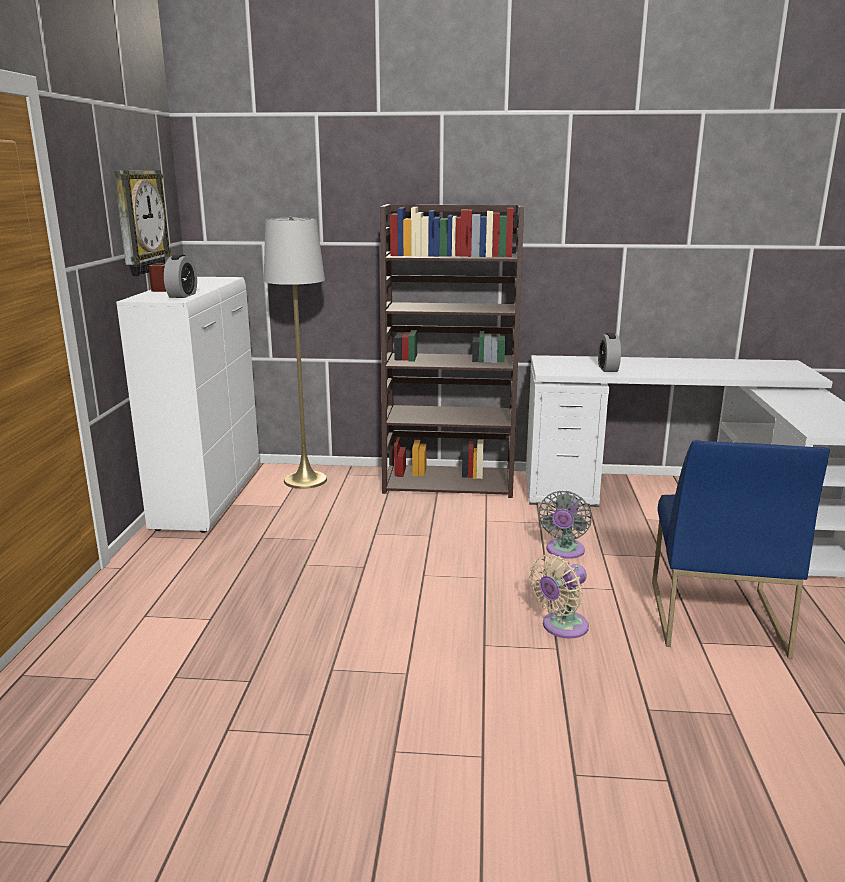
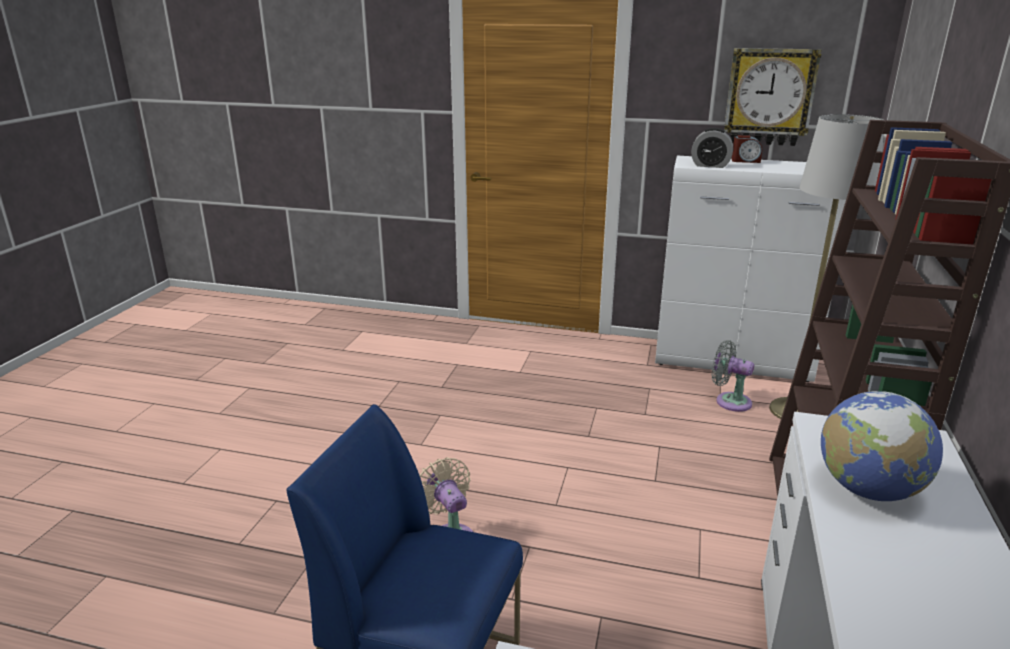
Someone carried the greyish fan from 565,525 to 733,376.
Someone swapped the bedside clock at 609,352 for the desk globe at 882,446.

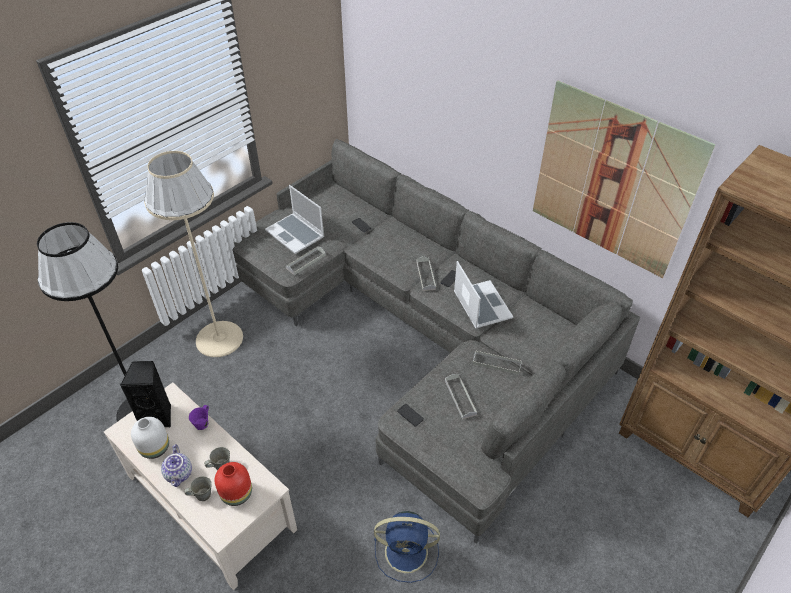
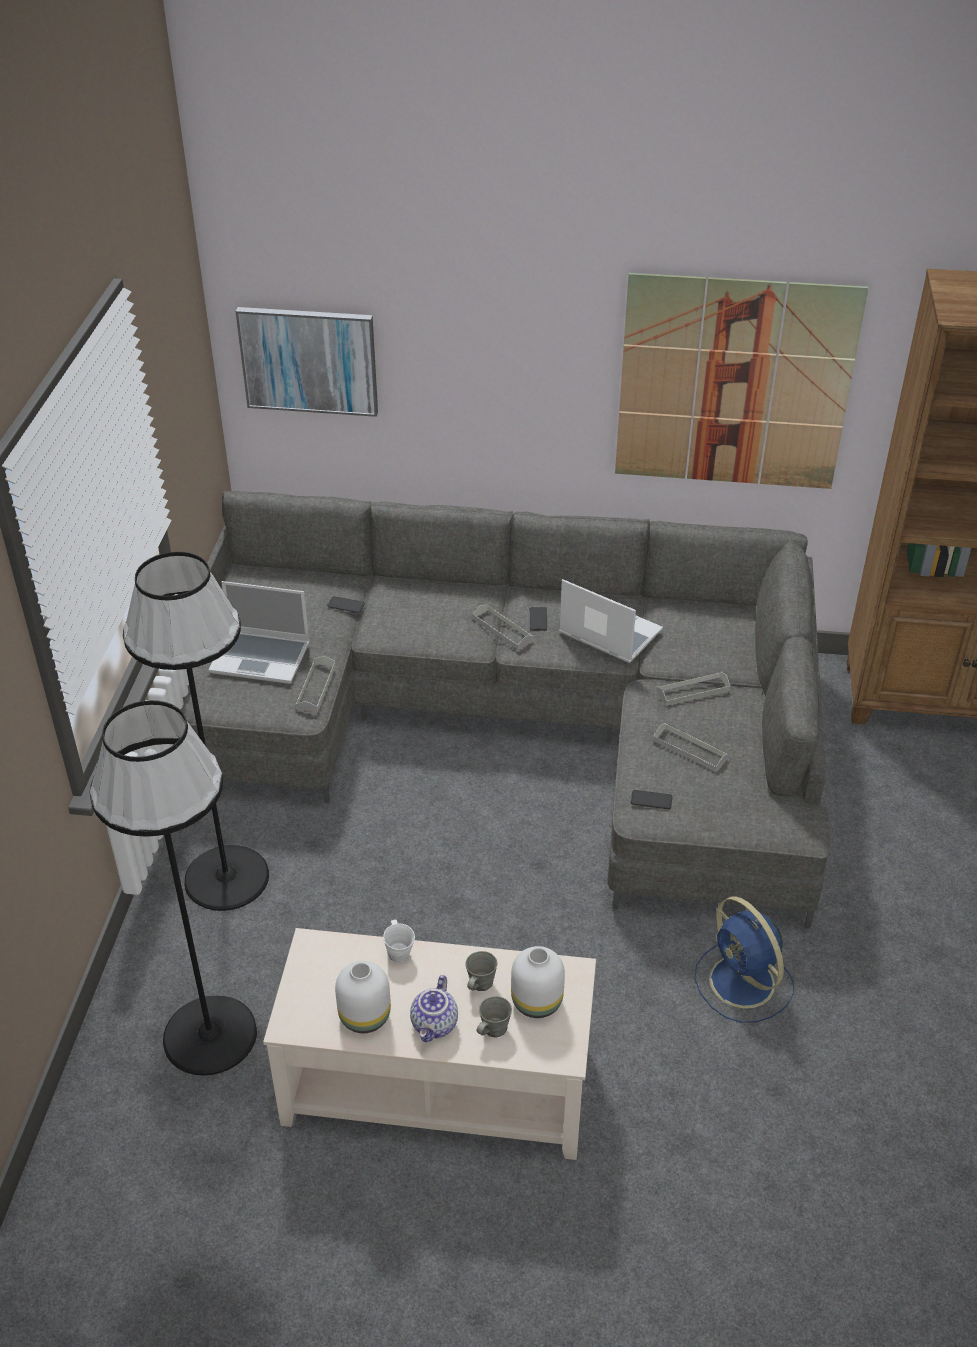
Someone took away the blackish audio speaker at 145,394.
Someone repainted the beige standing lamp at 193,254, which became the blackish standing lamp at 196,731.
Someone rotated the teapot at 176,465 by 60 degrees clockwise.
Someone repainted the purplish tea mug at 199,417, which became the white-coloured tea mug at 399,940.
Someone repainted the red decorative vase at 233,484, which became the white-coloured decorative vase at 538,982.
Someone rotated the blue fan at 407,547 by 90 degrees clockwise.
Someone put up the picture at 307,362.

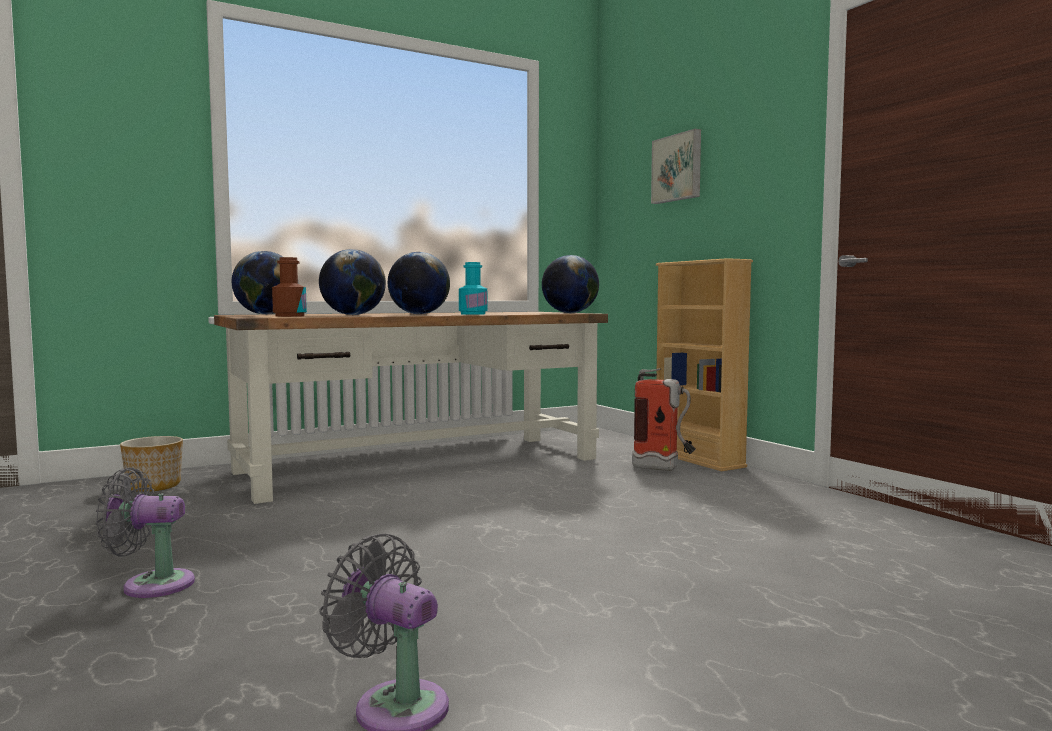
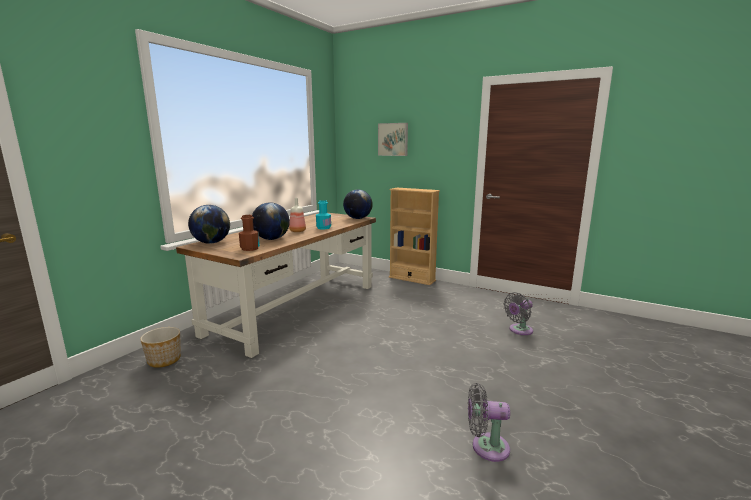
Someone carried the greyish fan from 145,533 to 518,313.
Someone swapped the desk globe at 419,283 for the drink bottle at 297,215.
Someone took away the fire-fighting cylinder at 664,419.

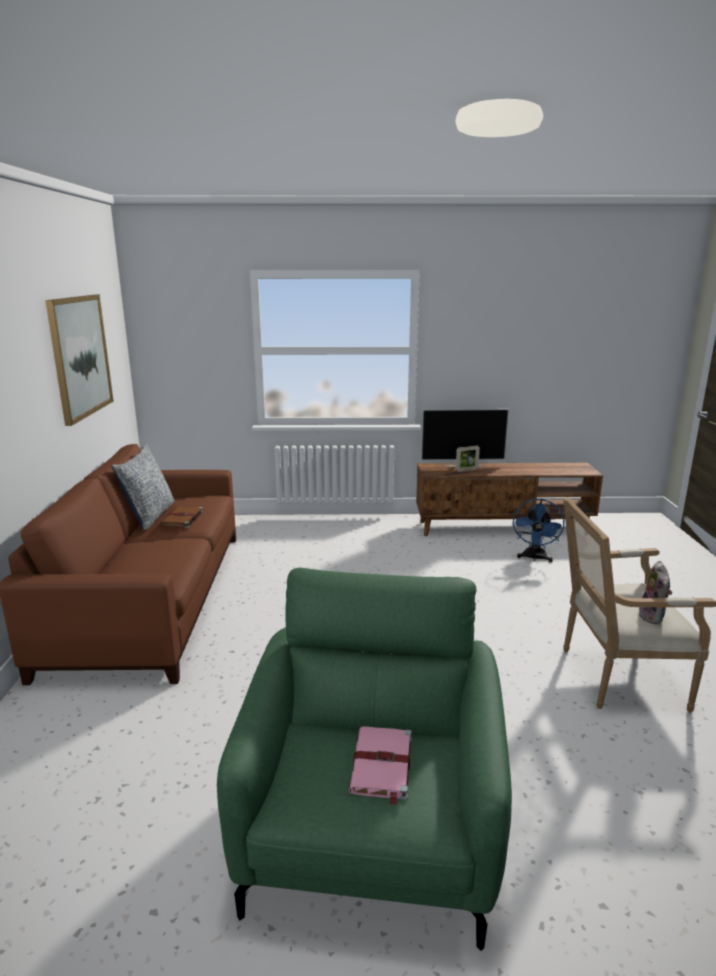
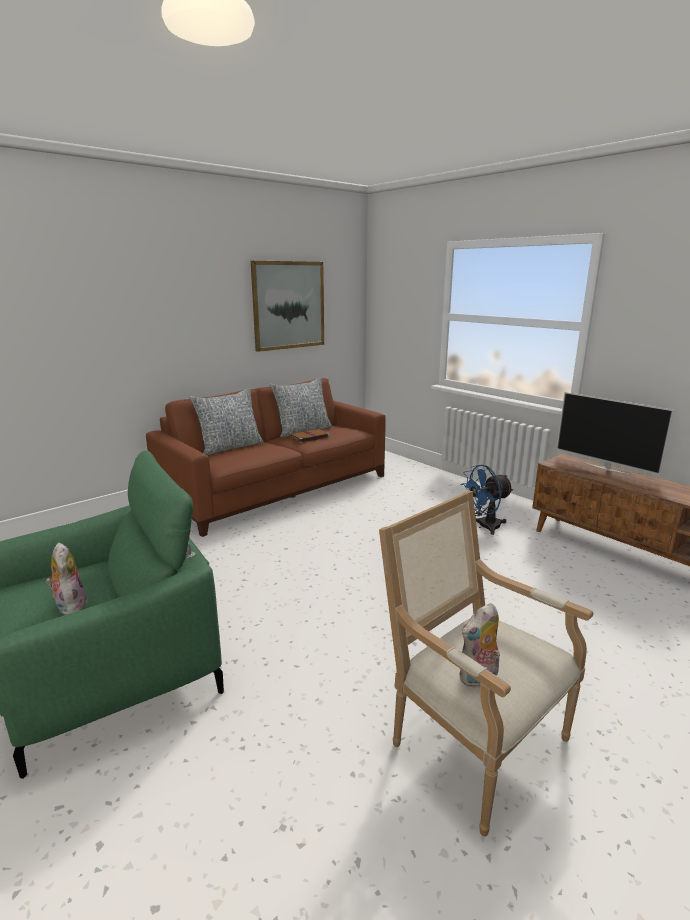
Someone swapped the pink bound book at 380,765 for the soft toy at 66,578.
Someone took away the standing frame at 468,459.
Someone carried the blue fan from 538,530 to 487,500.
Someone put down the throw pillow at 226,422.

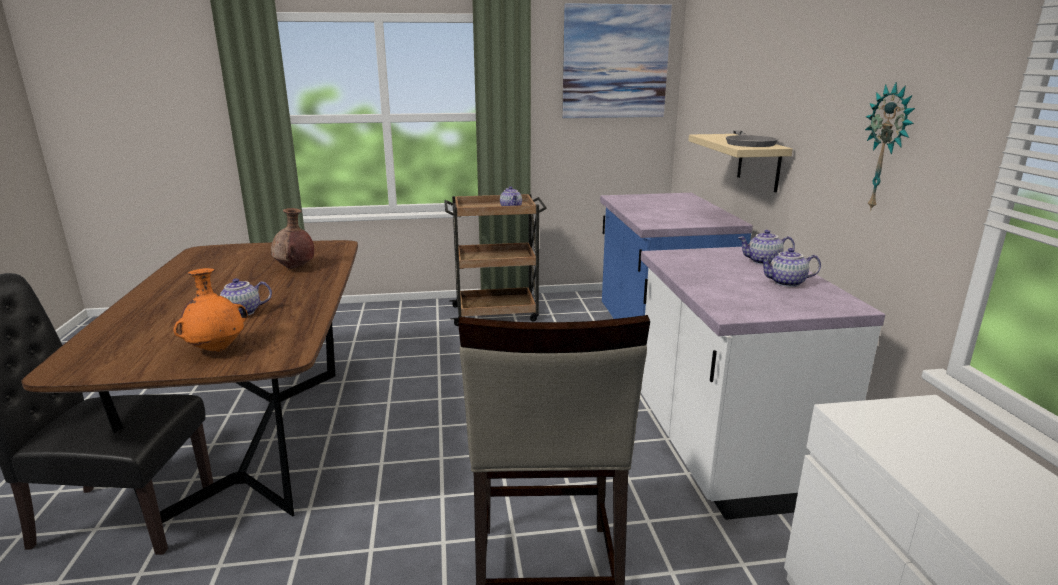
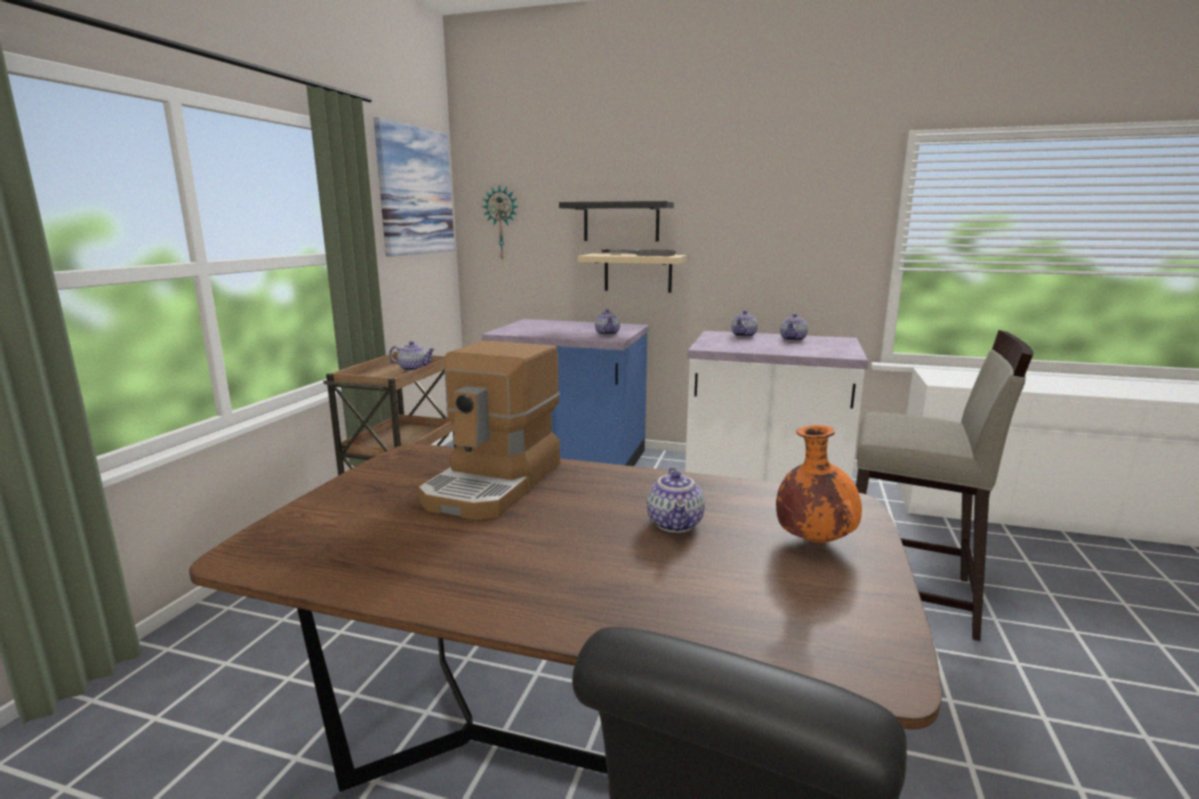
Someone swapped the brown-coloured decorative vase at 292,238 for the coffee machine at 489,430.
Someone carried the clock on the wall from 890,146 to 500,222.
Someone put up the blackish bracket shelf at 616,221.
Someone put down the teapot at 607,322.

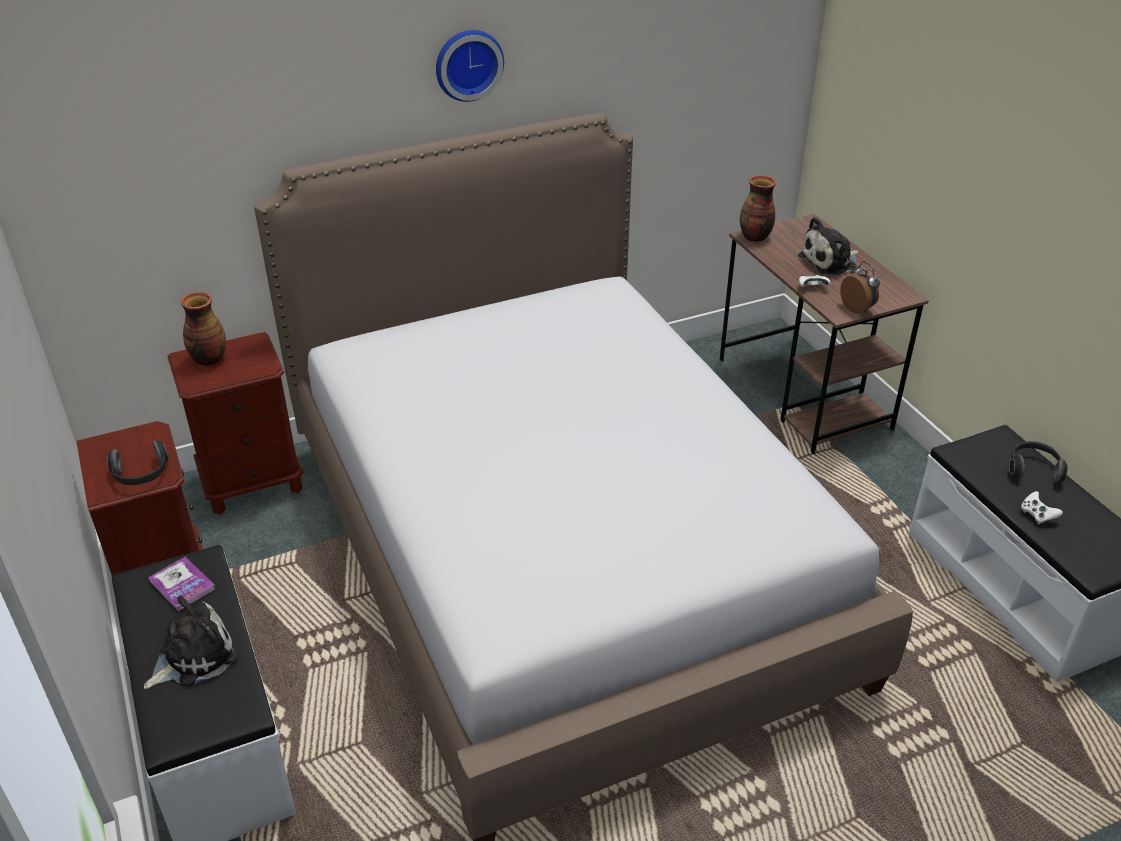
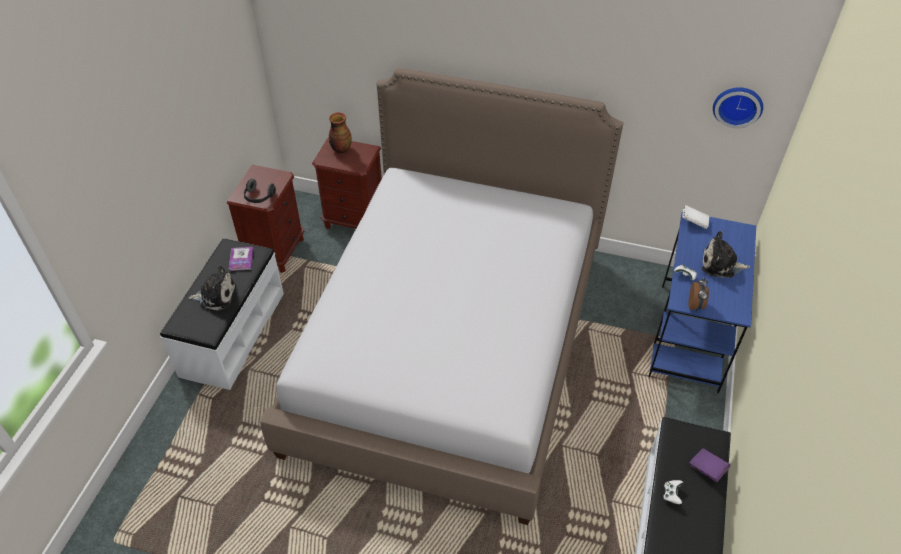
Someone carried the clock on the wall from 470,66 to 738,107.
Someone repainted the brown-coloured desk table at 824,334, which became the blue desk table at 702,302.
Someone swapped the decorative vase at 758,209 for the white-coloured bound book at 696,217.
Someone swapped the pair of headphones at 1038,462 for the purplish bound book at 709,465.

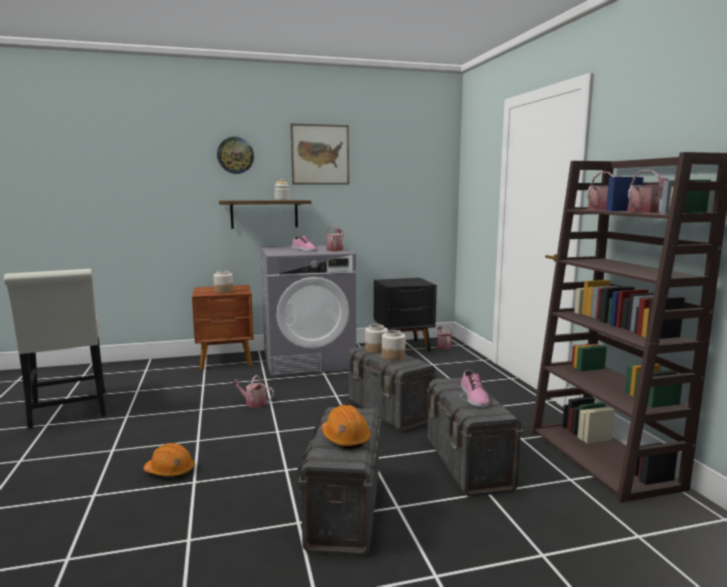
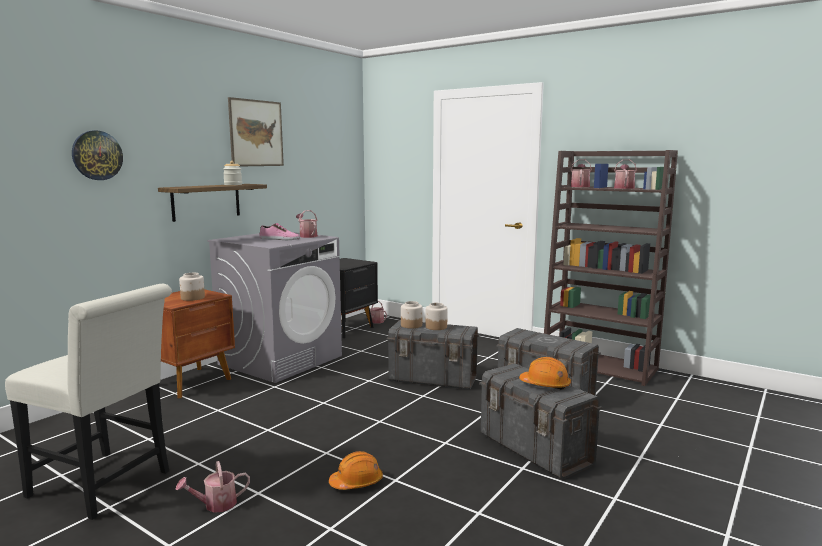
Someone carried the clock on the wall from 235,155 to 97,155.
Someone carried the watering pot from 252,391 to 212,487.
Someone took away the item of footwear at 475,388.

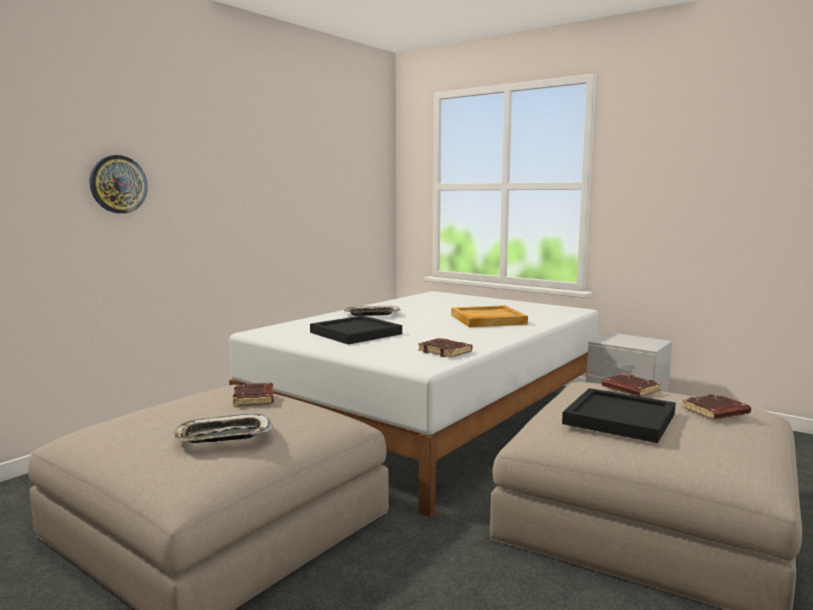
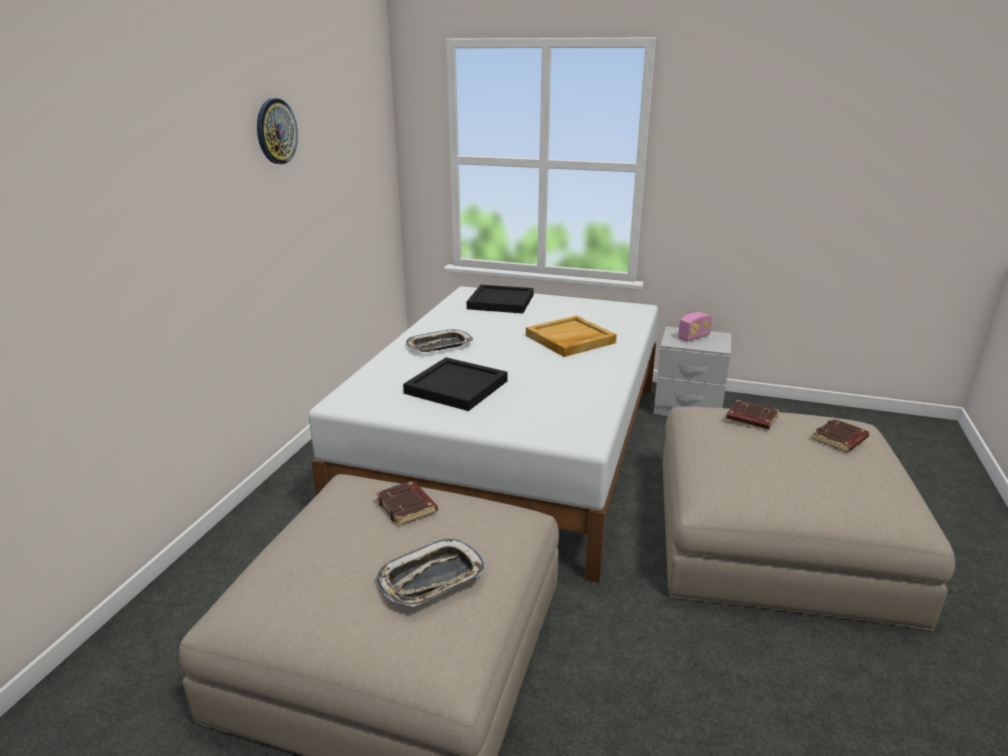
Someone carried the clock on the wall from 119,184 to 277,131.
Someone took away the brown-coloured bound book at 445,348.
Someone carried the blackish tray from 619,415 to 500,299.
Someone put down the radio receiver at 695,327.

